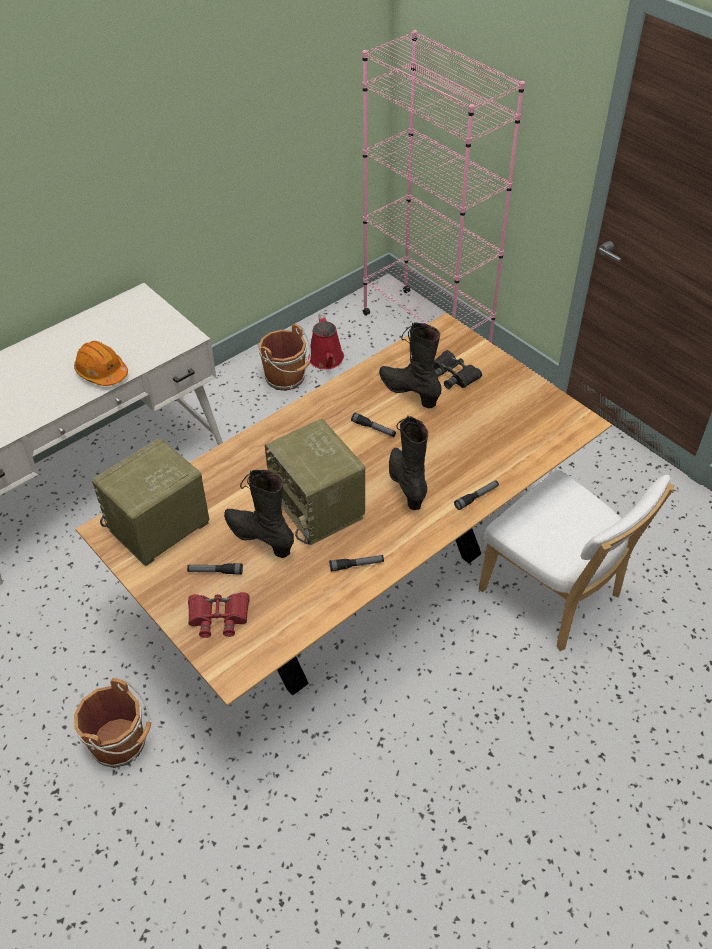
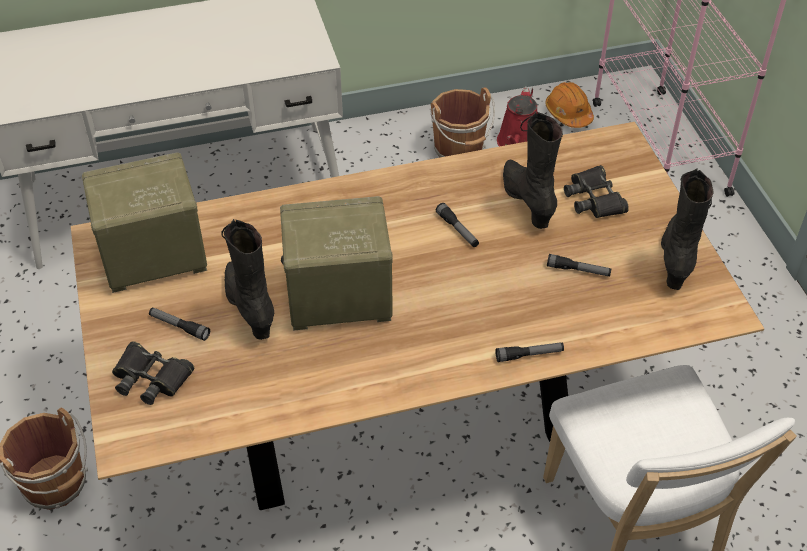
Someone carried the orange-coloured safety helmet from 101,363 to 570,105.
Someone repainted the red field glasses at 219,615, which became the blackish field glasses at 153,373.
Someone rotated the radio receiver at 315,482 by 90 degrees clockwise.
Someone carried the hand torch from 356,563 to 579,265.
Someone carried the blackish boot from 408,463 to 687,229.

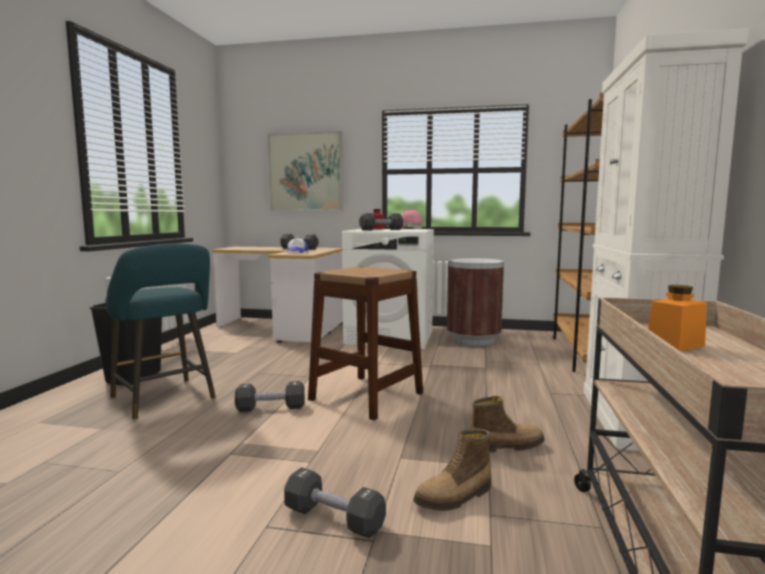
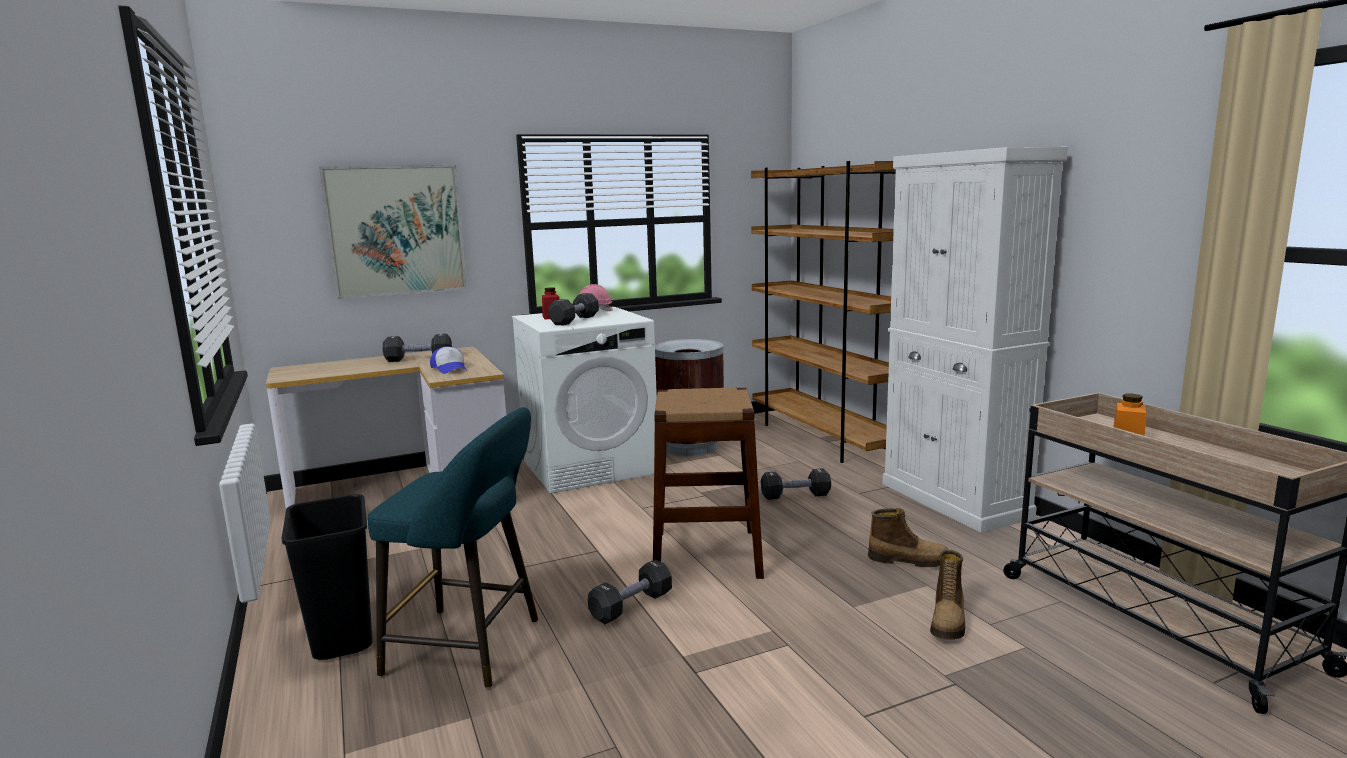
Someone carried the blackish free weight from 335,502 to 796,484.
Someone rotated the boot at 507,424 by 60 degrees clockwise.

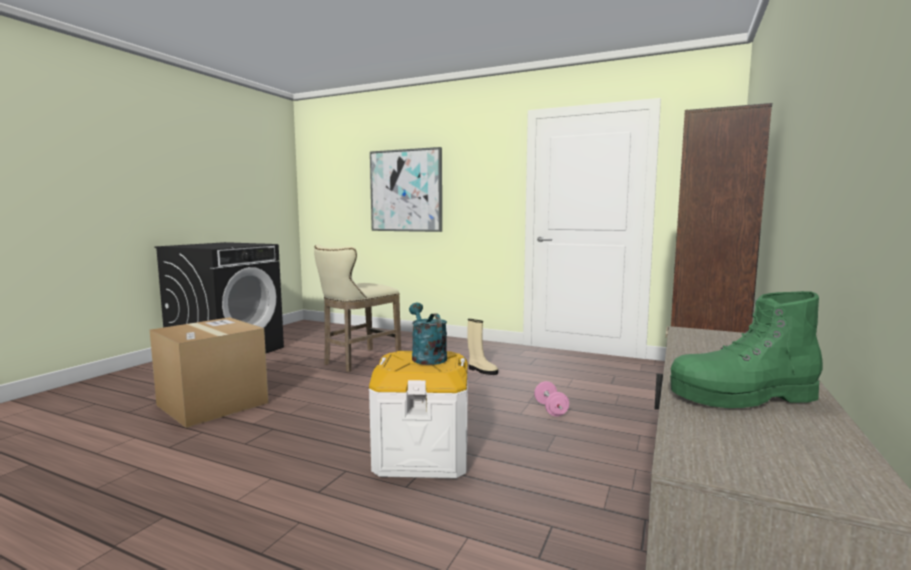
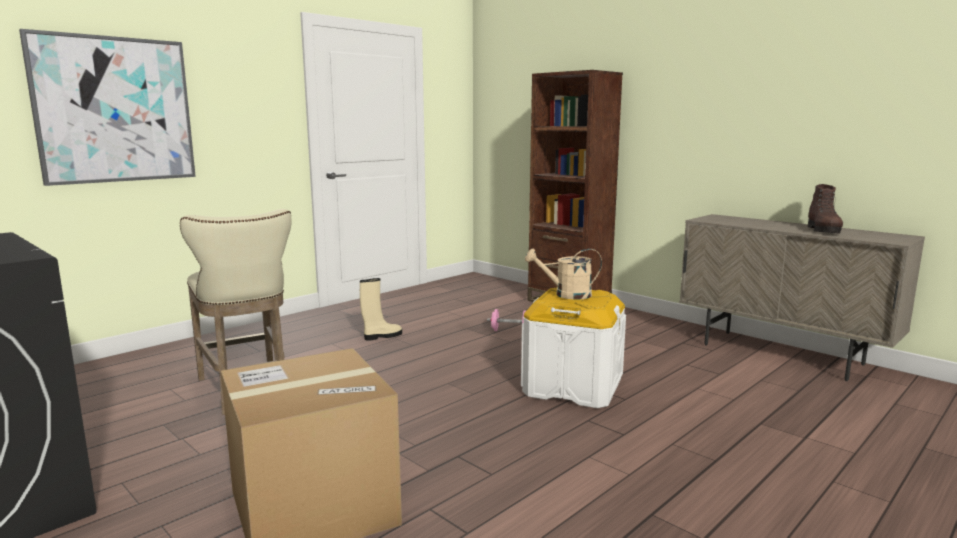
Someone repainted the turquoise watering pot at 428,334, which became the beige watering pot at 563,274.
Someone repainted the greenish boot at 746,349, which became the brown-coloured boot at 825,209.

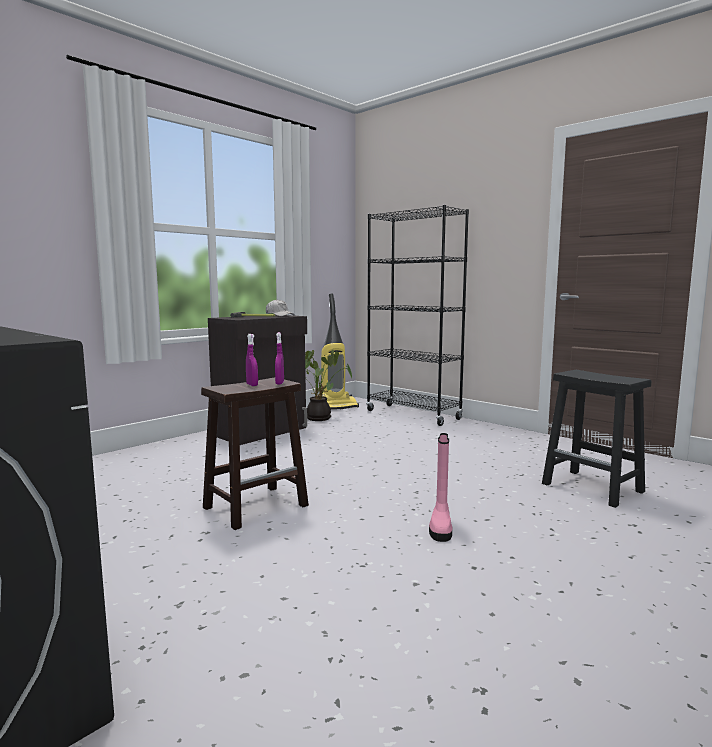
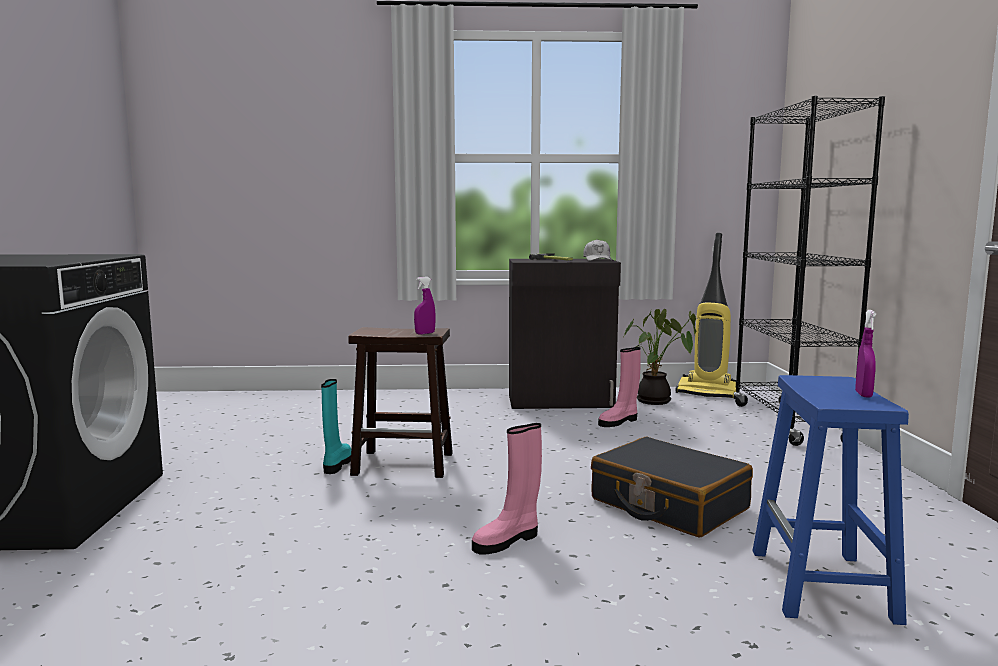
Someone carried the purplish sprayer from 252,360 to 865,354.
Someone repainted the blackish stool at 596,439, which became the blue stool at 831,500.
Someone put down the turquoise boot at 336,426.
Someone put down the blackish piece of luggage at 672,487.
Someone put down the pink boot at 619,387.

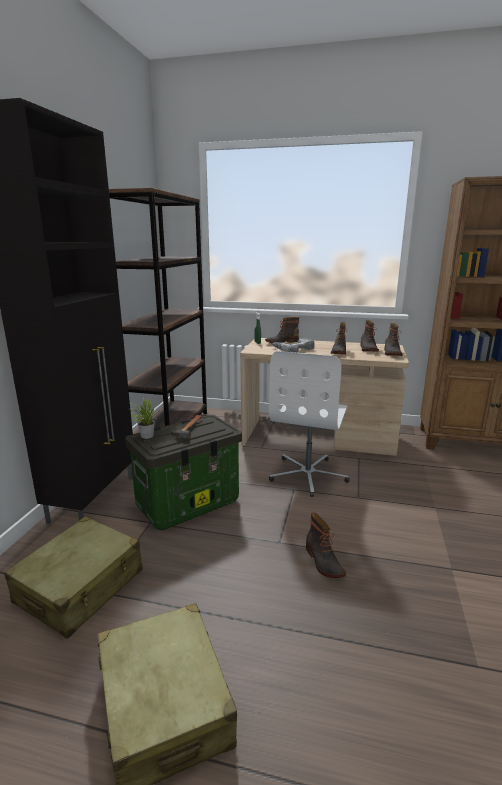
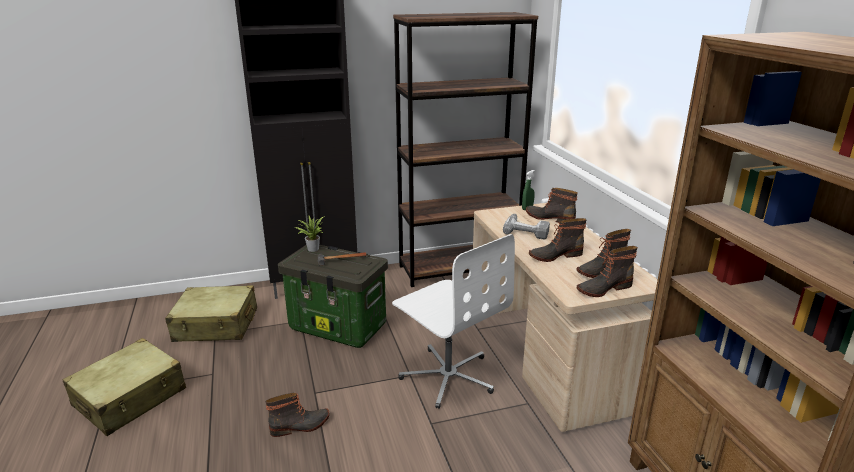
Someone rotated the white-coloured desk chair at 309,424 by 120 degrees counterclockwise.
Someone rotated the boot at 326,545 by 150 degrees counterclockwise.

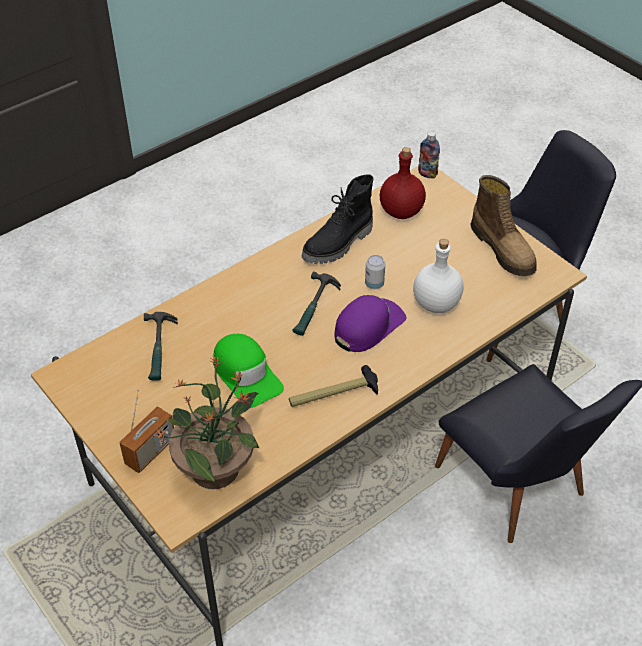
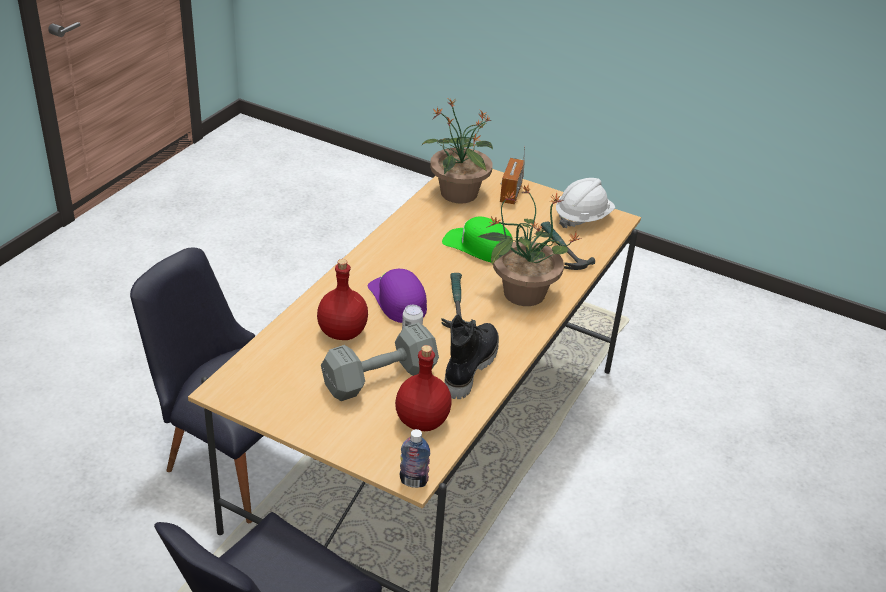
Someone took away the tool hammer at 333,386.
Someone rotated the purplish peaked cap at 370,323 by 135 degrees clockwise.
Someone repainted the white-coloured drink bottle at 438,276, which became the red drink bottle at 342,299.
Someone took away the boot at 503,225.
Someone put down the greyish free weight at 380,361.
Someone put down the houseplant at 530,245.
Someone put down the white-coloured safety helmet at 585,203.

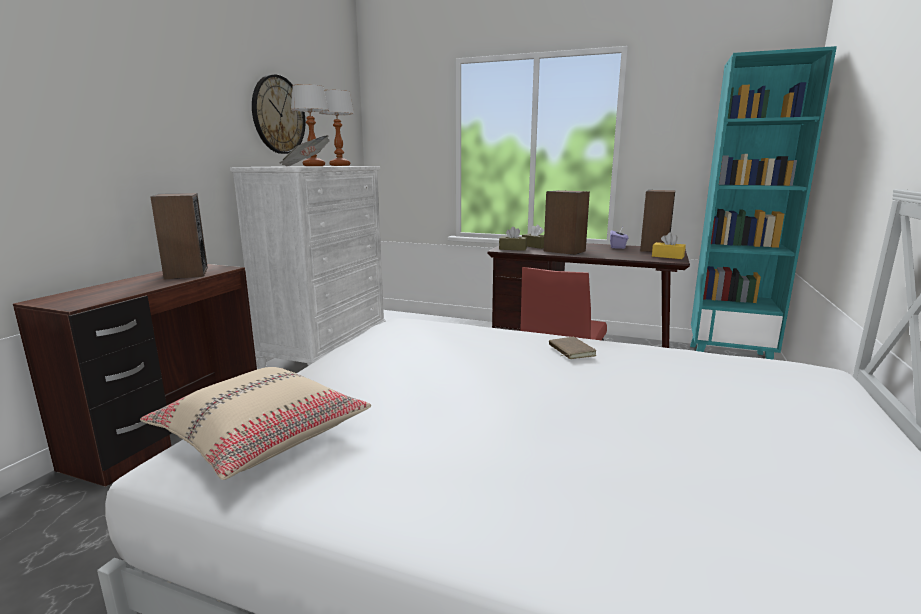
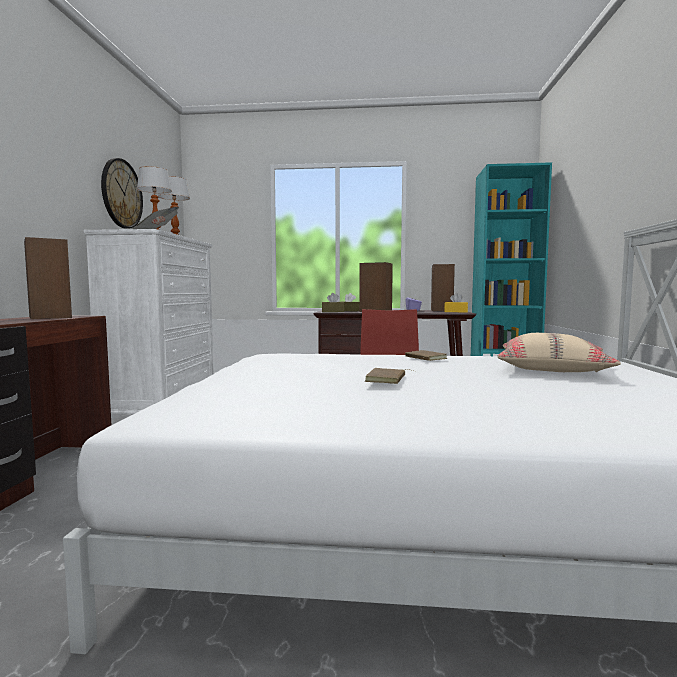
Someone carried the beige throw pillow from 255,423 to 559,352.
Someone put down the brown-coloured bound book at 390,376.

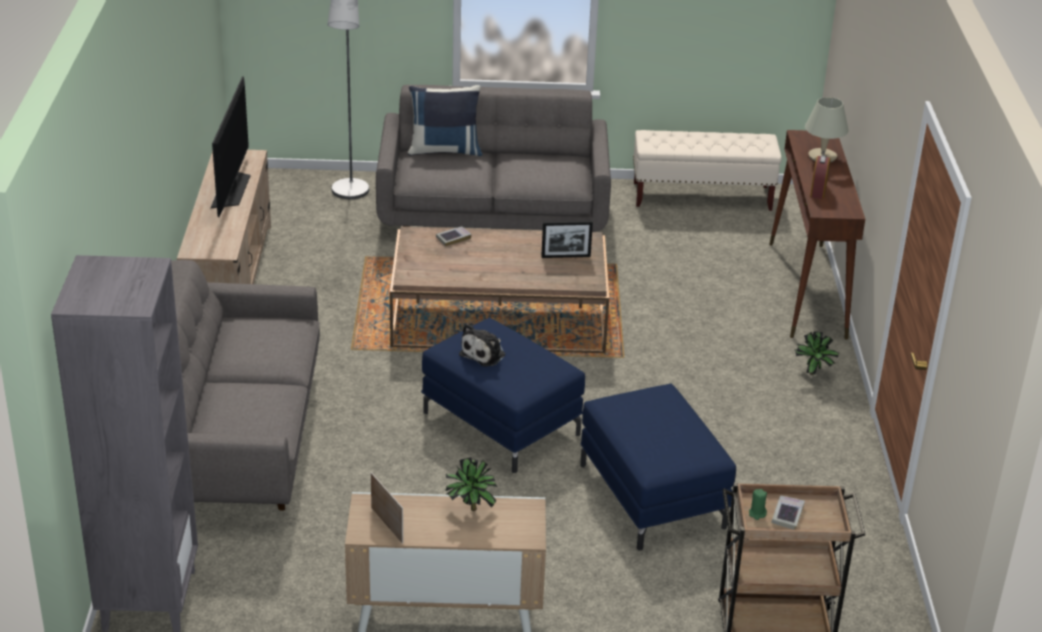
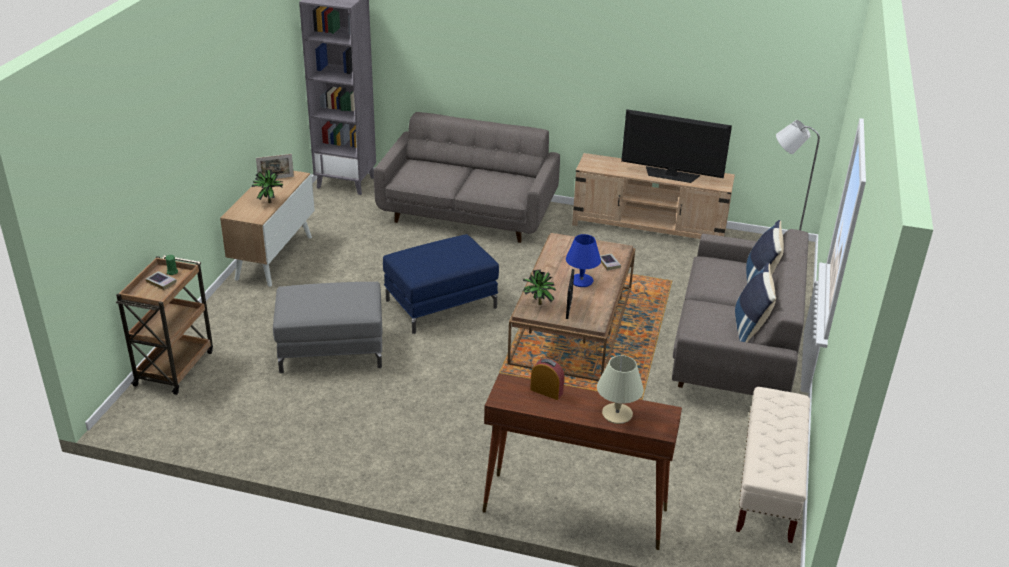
Someone took away the soft toy at 482,345.
Someone repainted the blue footrest at 658,466, which became the greyish footrest at 328,327.
Someone carried the houseplant from 816,353 to 539,287.
Someone put down the blue tabletop lamp at 583,260.
Someone put down the blue throw pillow at 755,303.

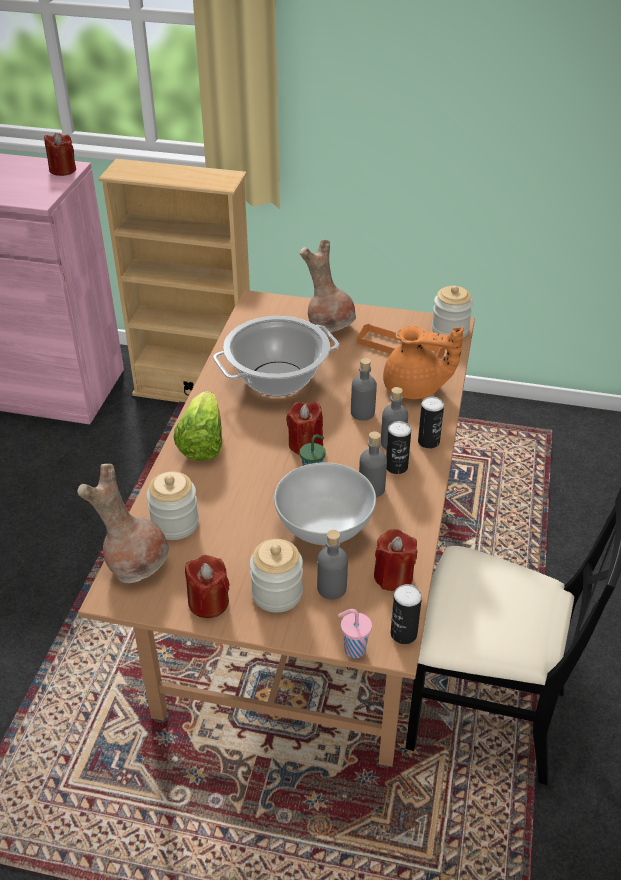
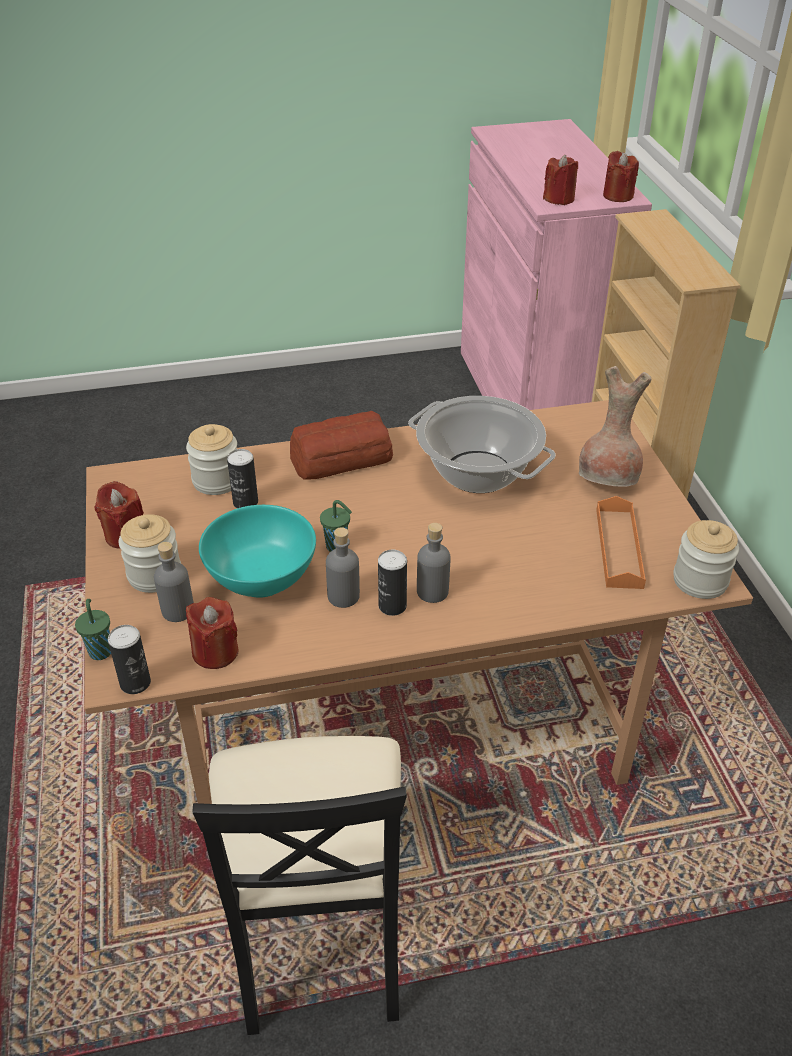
Someone took away the brown-coloured decorative vase at 123,523.
Someone swapped the head of lettuce at 198,426 for the bakery bread at 341,445.
Someone repainted the white-coloured deep dish at 325,503, which became the turquoise deep dish at 257,551.
Someone carried the red wax light from 304,428 to 560,180.
Someone repainted the pink small cup at 355,633, which became the greenish small cup at 93,629.
Someone took away the greyish drink bottle at 364,389.
Someone took away the orange-coloured teapot at 423,362.
Someone carried the metal can from 431,423 to 242,478.

